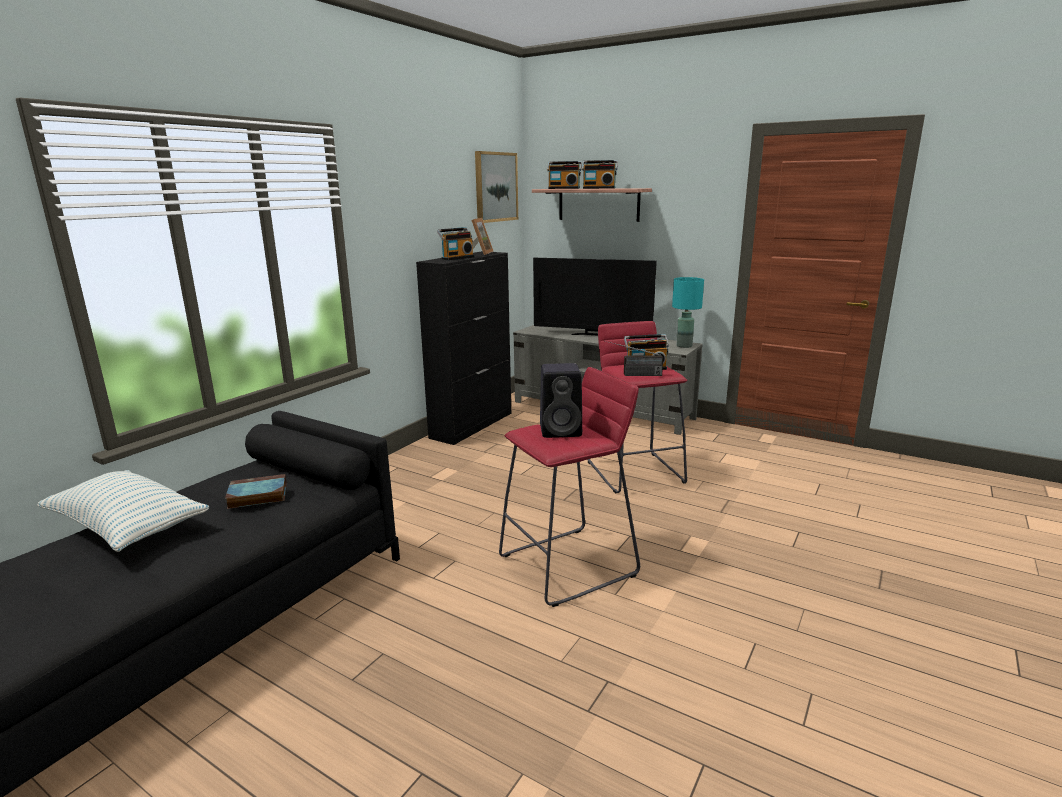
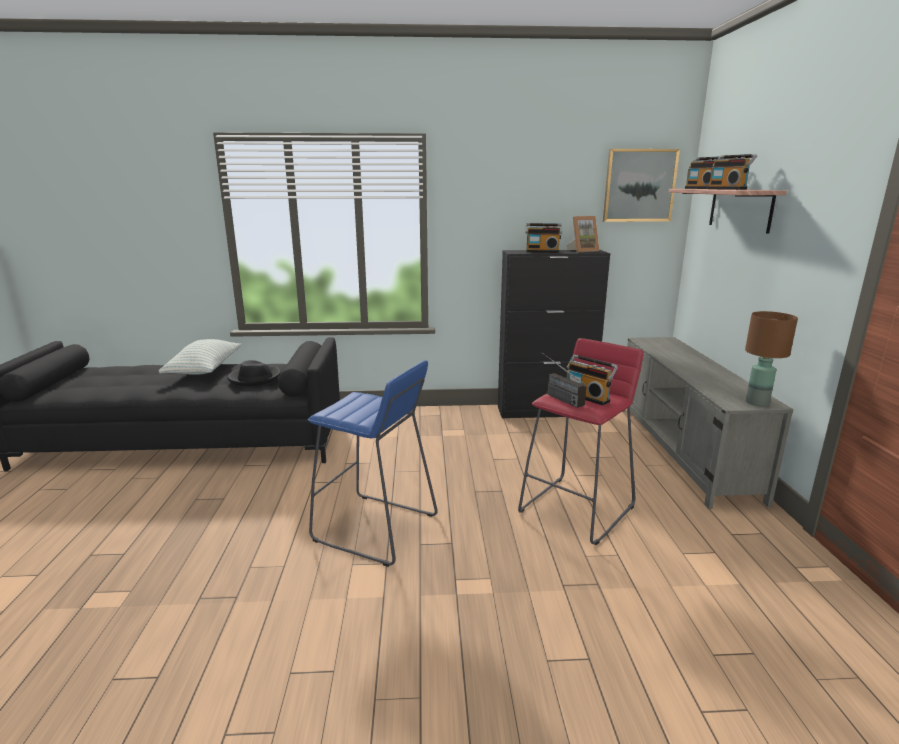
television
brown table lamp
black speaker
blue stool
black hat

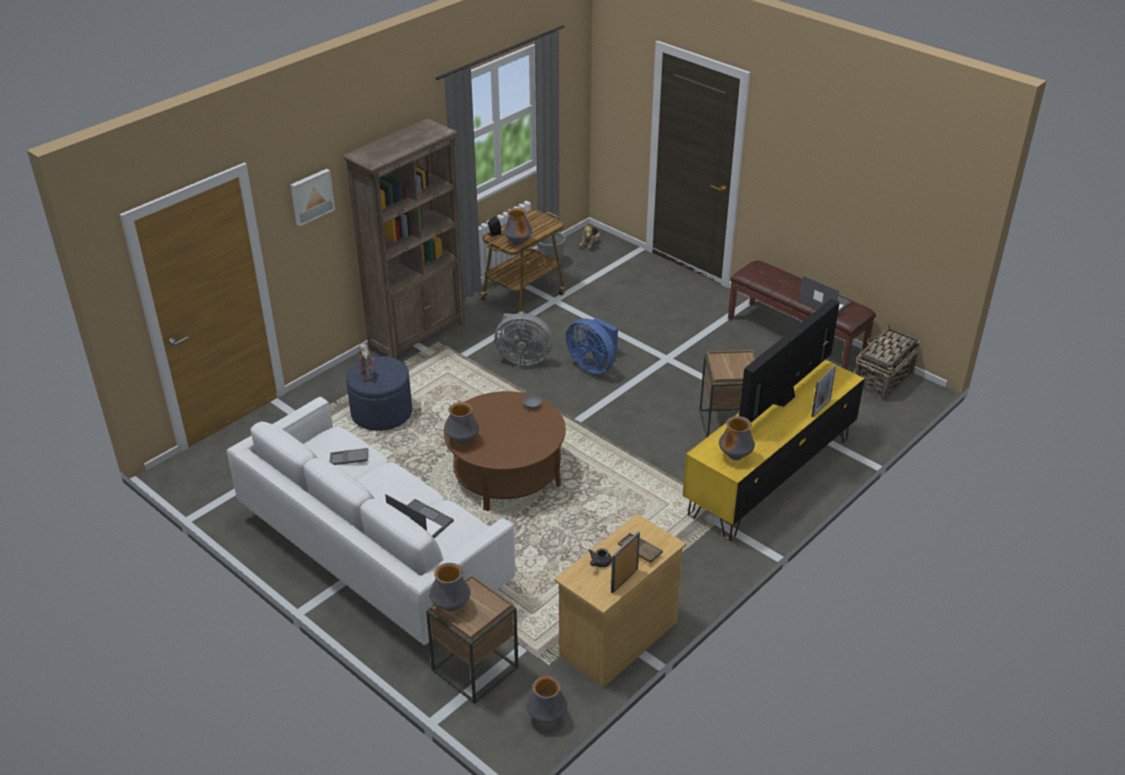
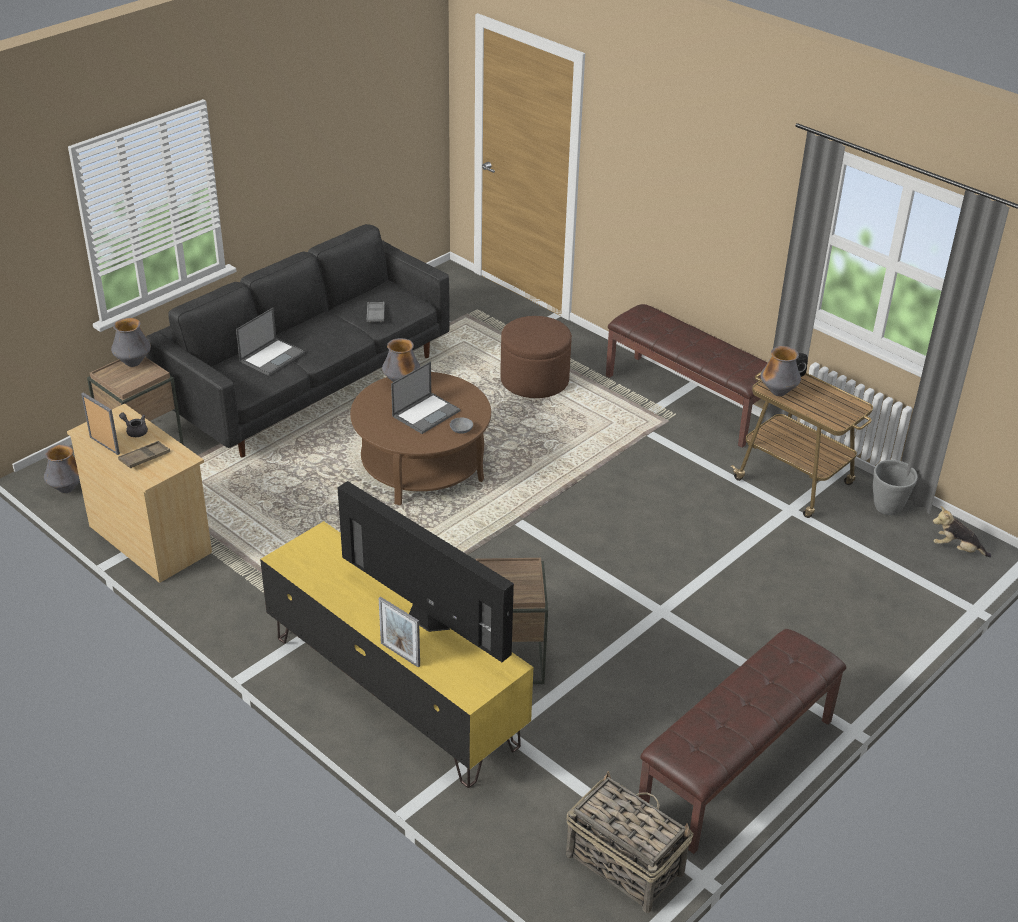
brown bench (no. 1 from left)
picture
laptop (no. 2 from left)
grey fan
blue fan
plush toy (no. 1 from left in the first image)
brown ottoman
black sofa
vase (no. 5 from left in the first image)

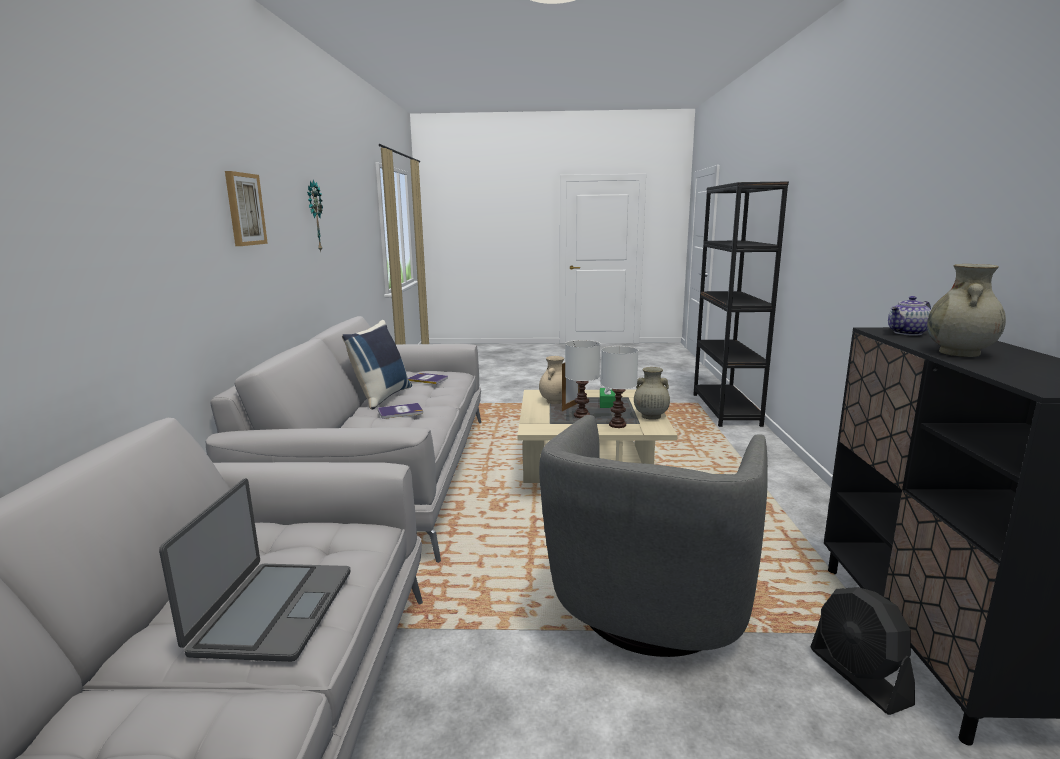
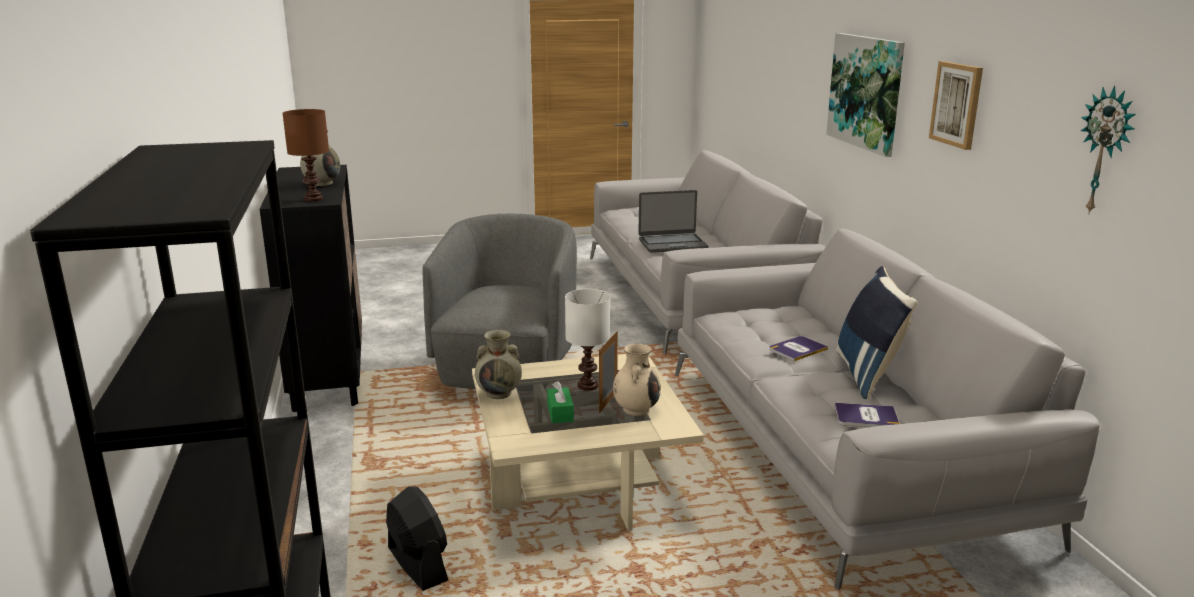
brown table lamp
white table lamp (no. 2 from left in the first image)
laptop
black fan
picture (no. 1 from left)

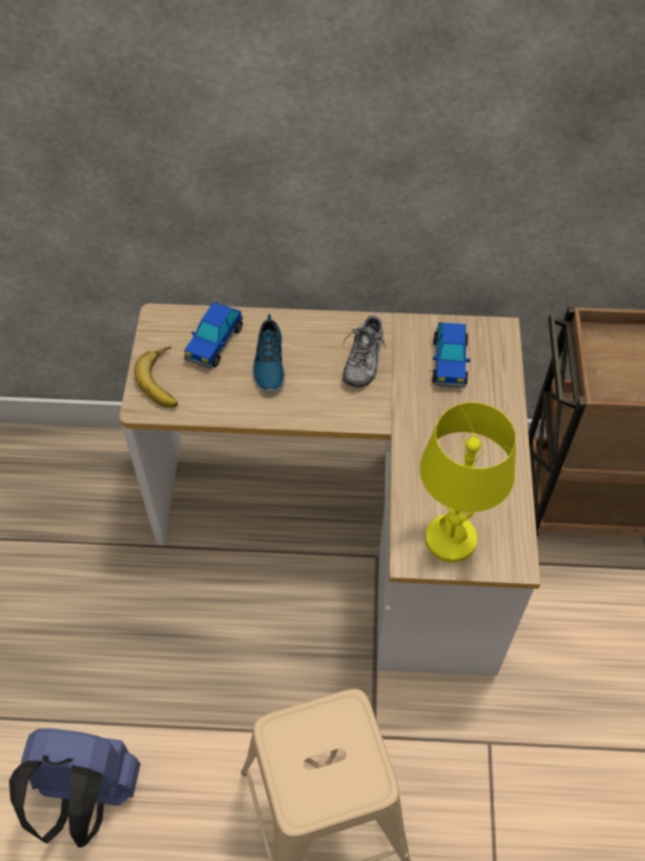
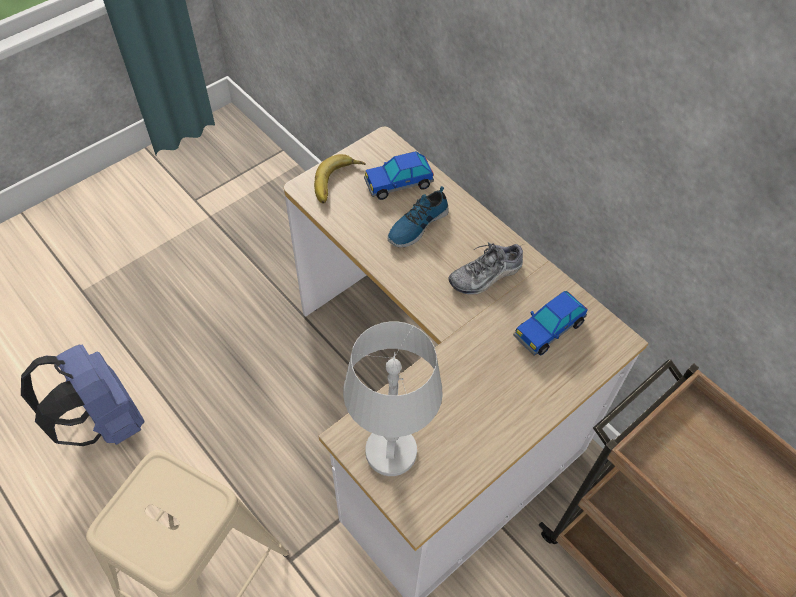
white table lamp

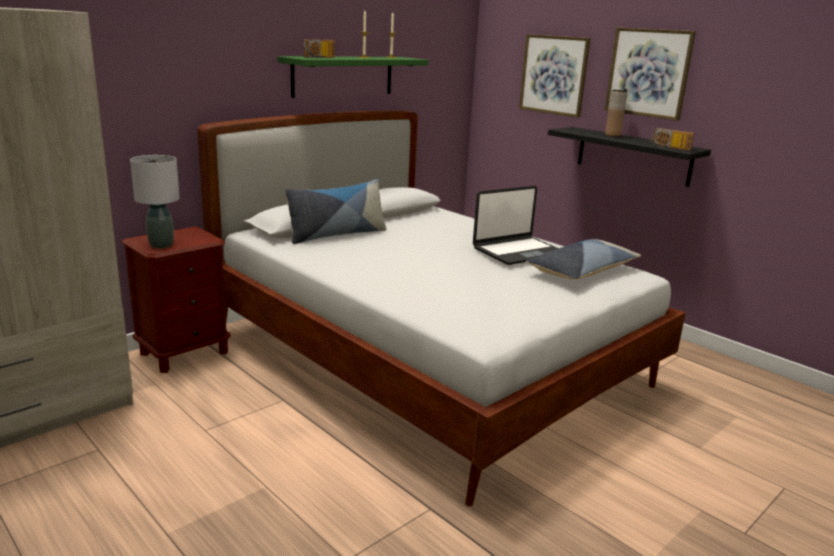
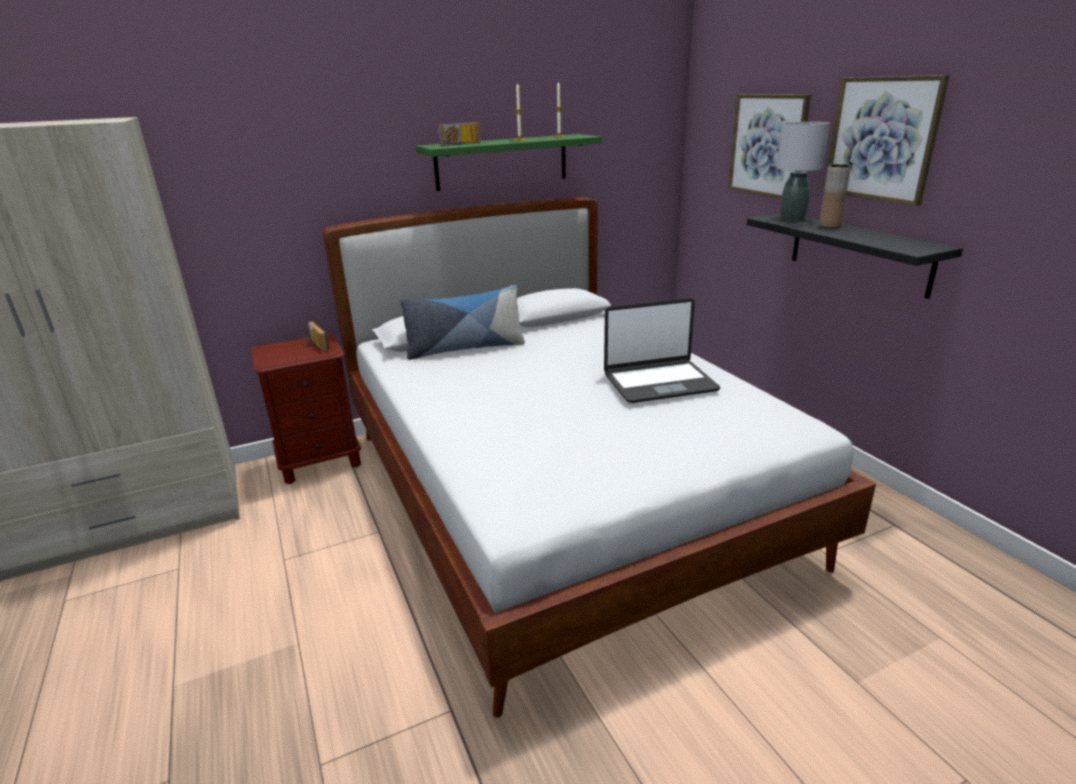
radio (no. 1 from left)
grey table lamp
pillow (no. 2 from left in the first image)

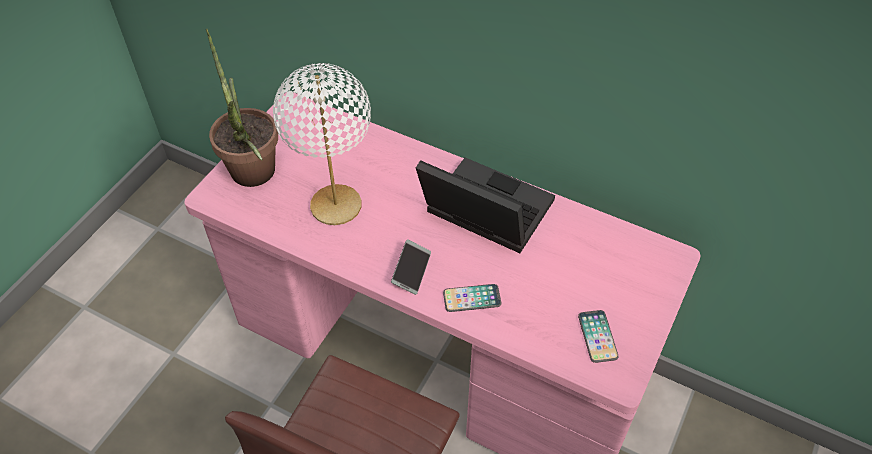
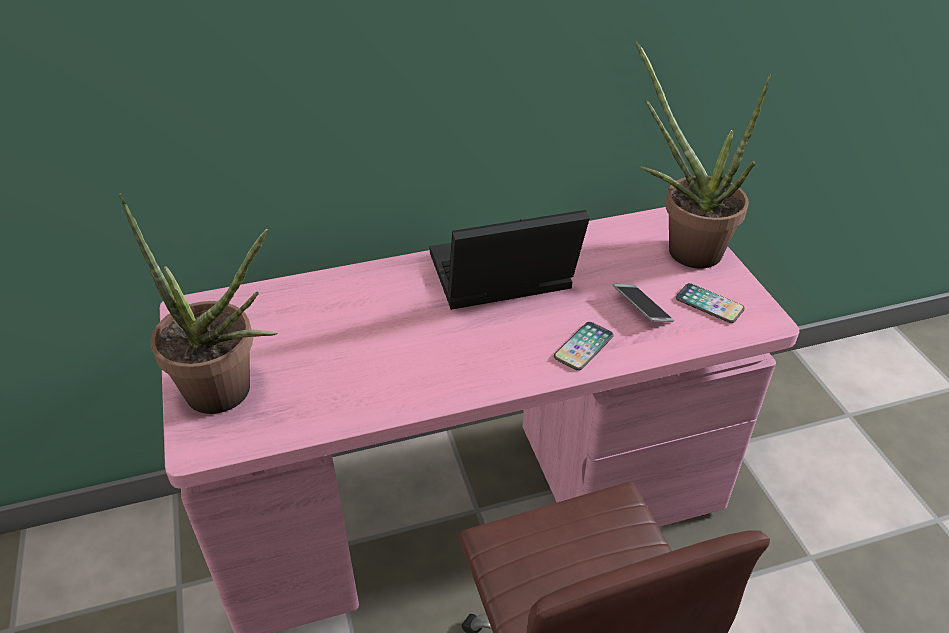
white table lamp
phone (no. 2 from left)
potted plant (no. 2 from left)

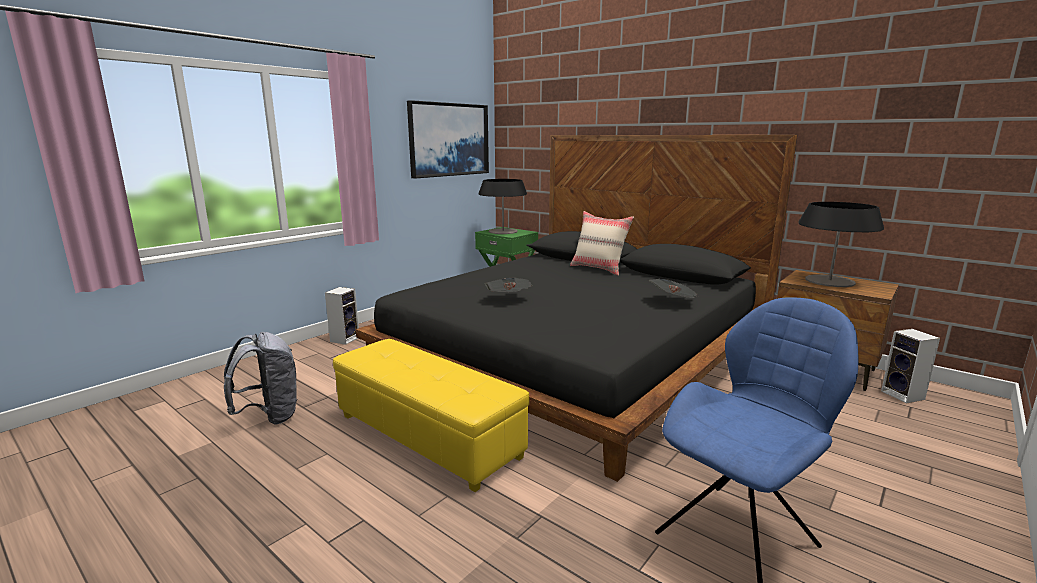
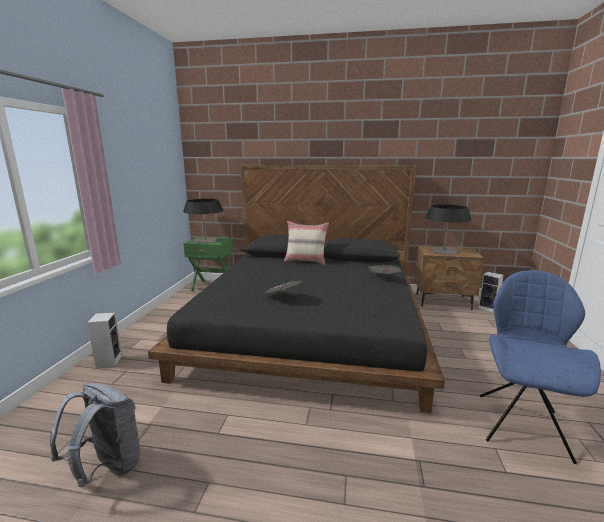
picture
yellow ottoman

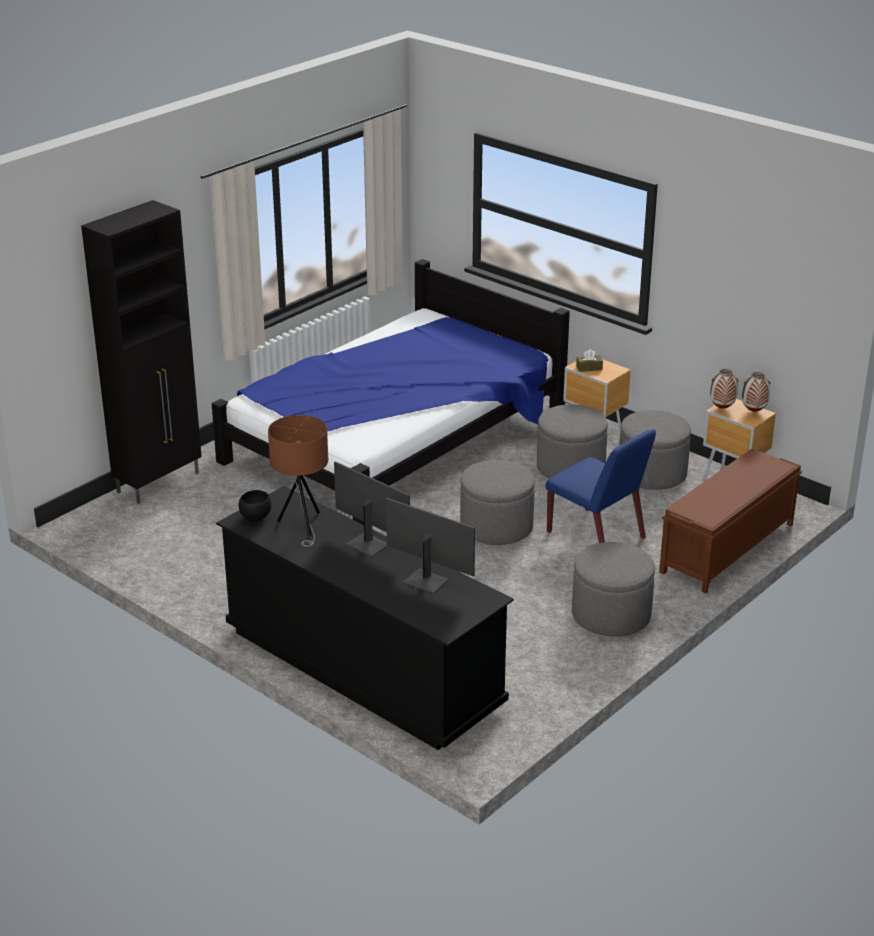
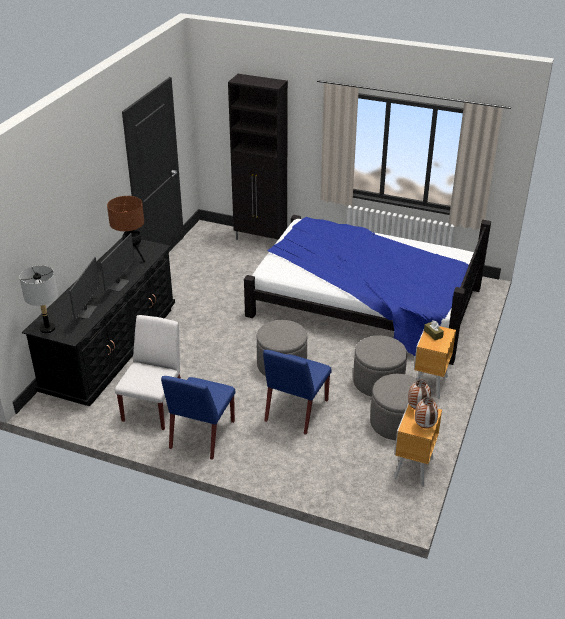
brown bench
blue chair (no. 1 from left)
grey table lamp
white chair

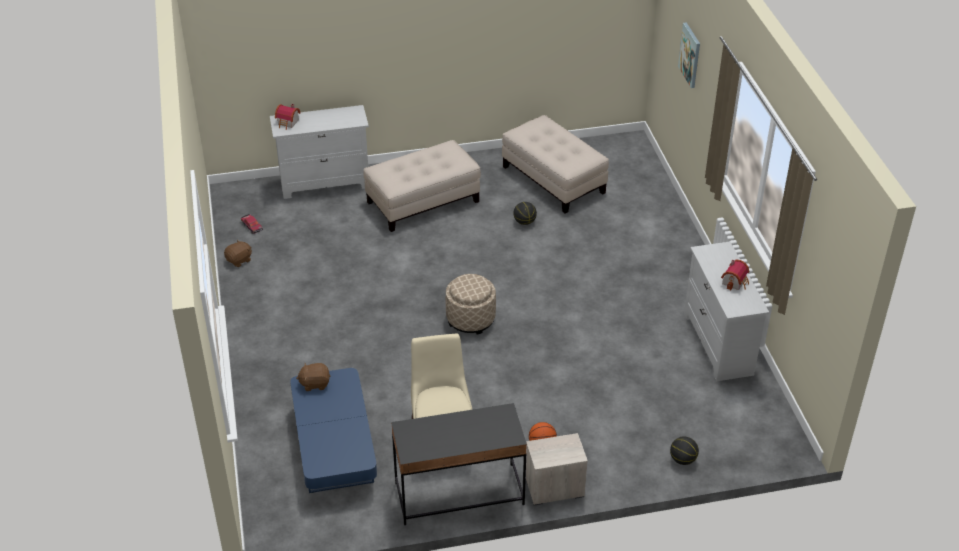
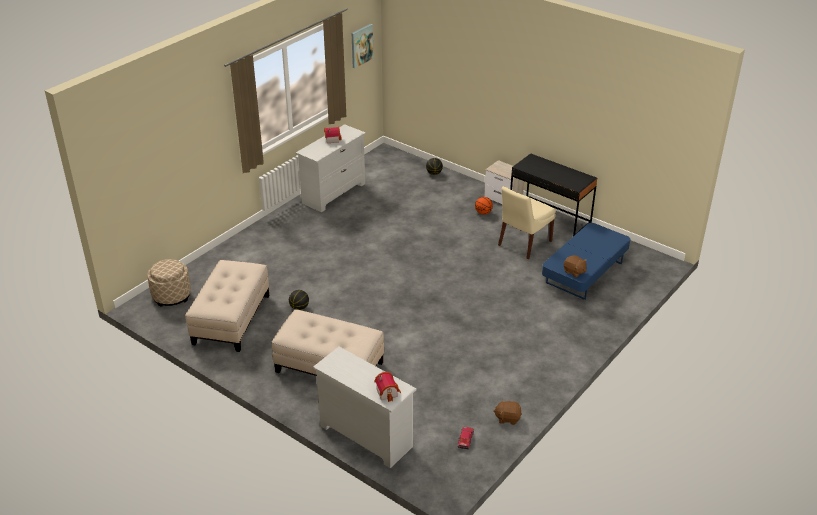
picture
beige ottoman (no. 1 from left)

